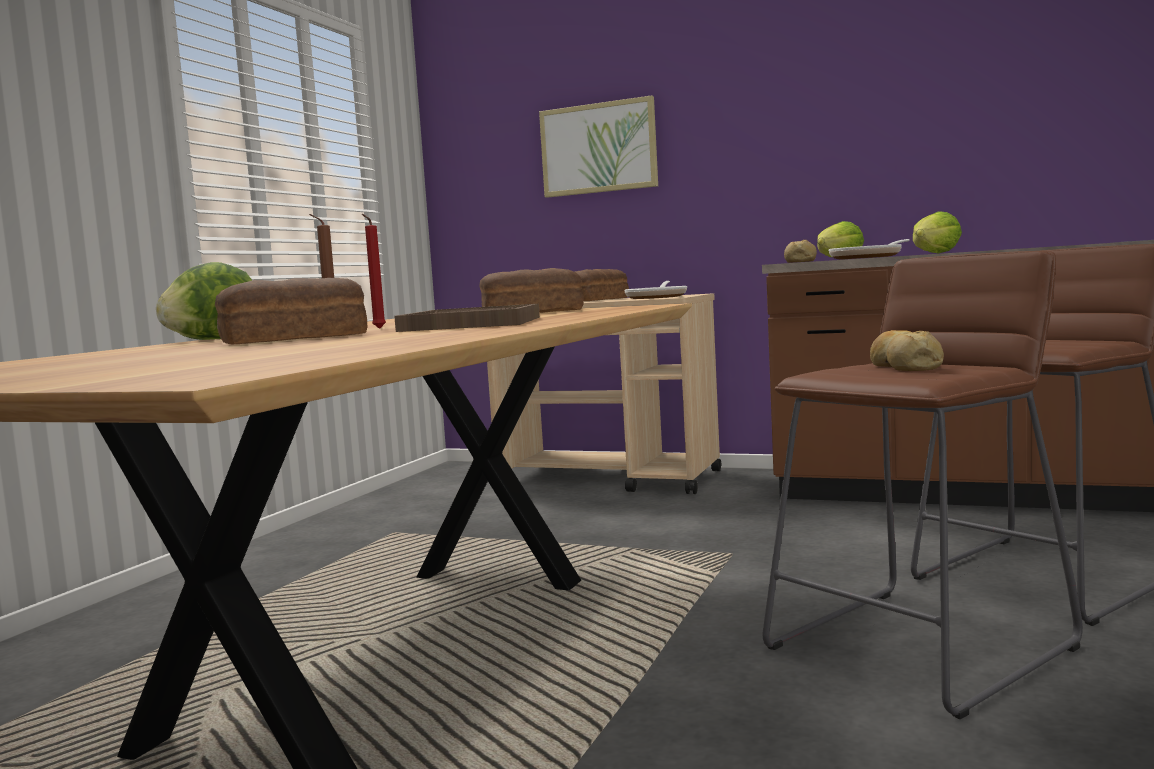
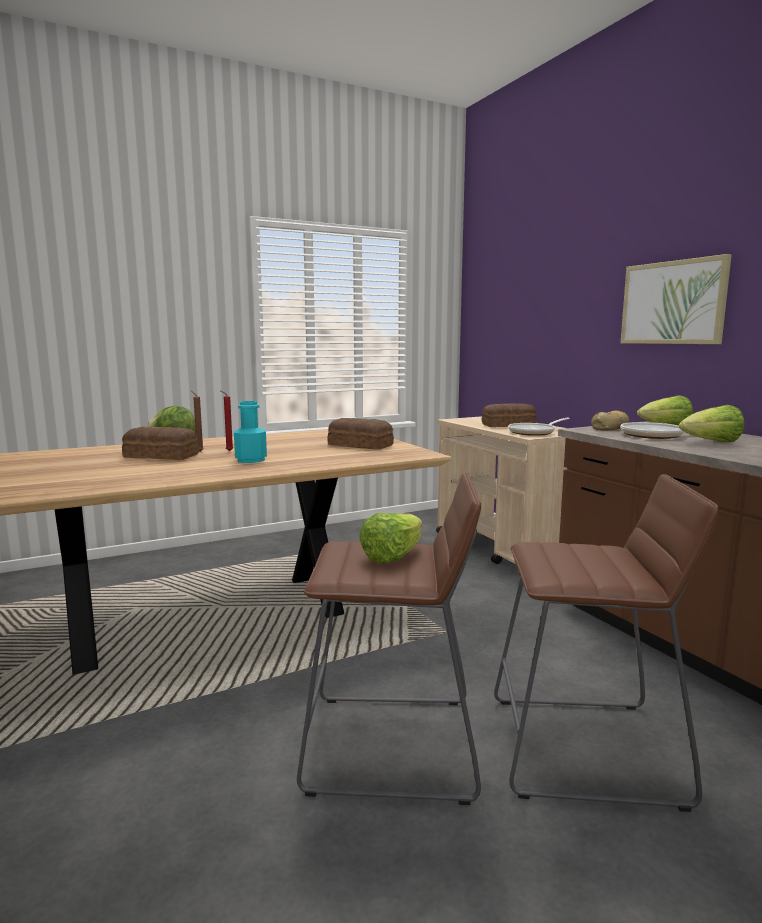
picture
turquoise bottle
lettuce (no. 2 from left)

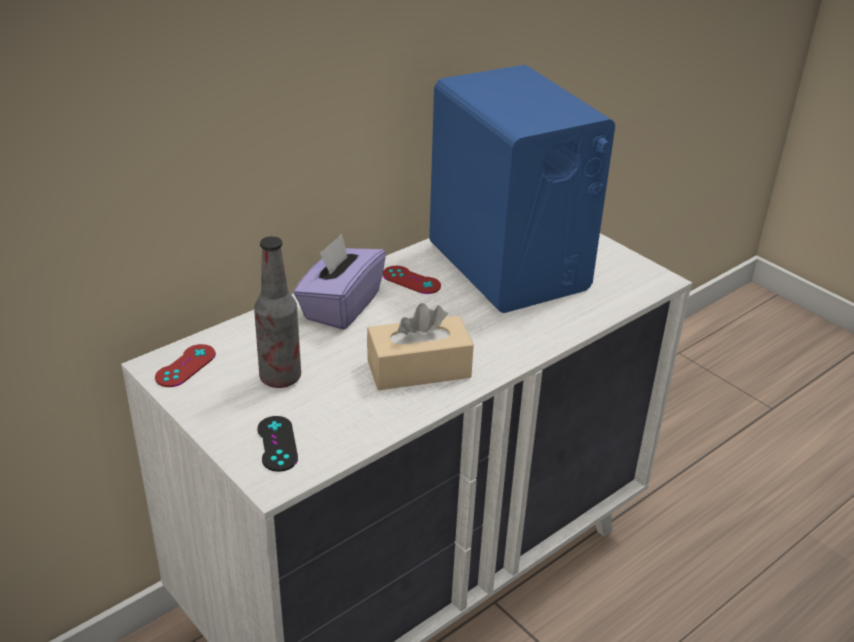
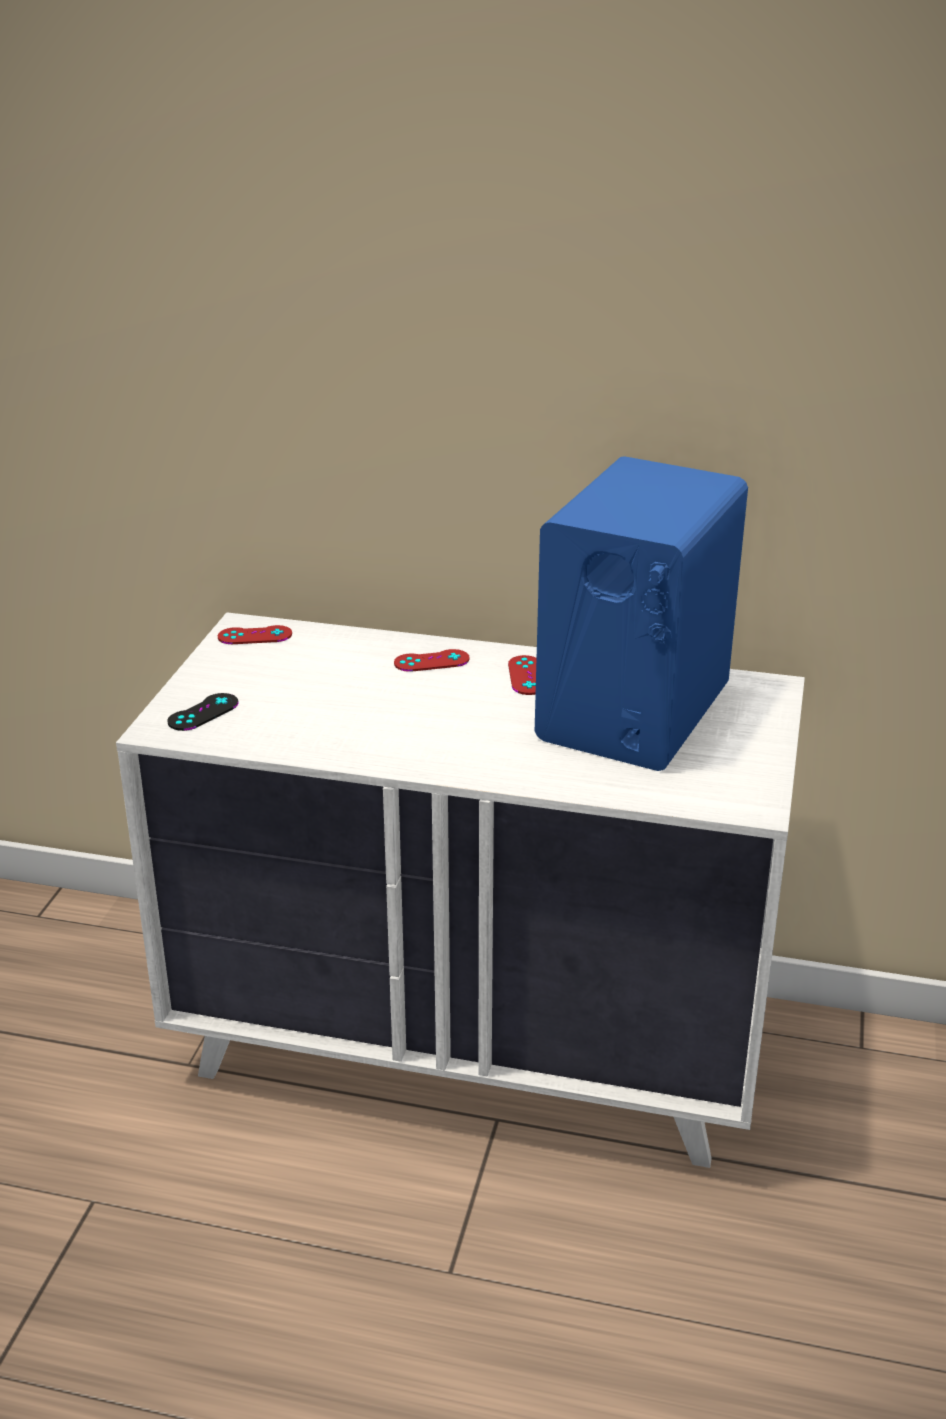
red game controller (no. 2 from left)
bottle
beige tissue box

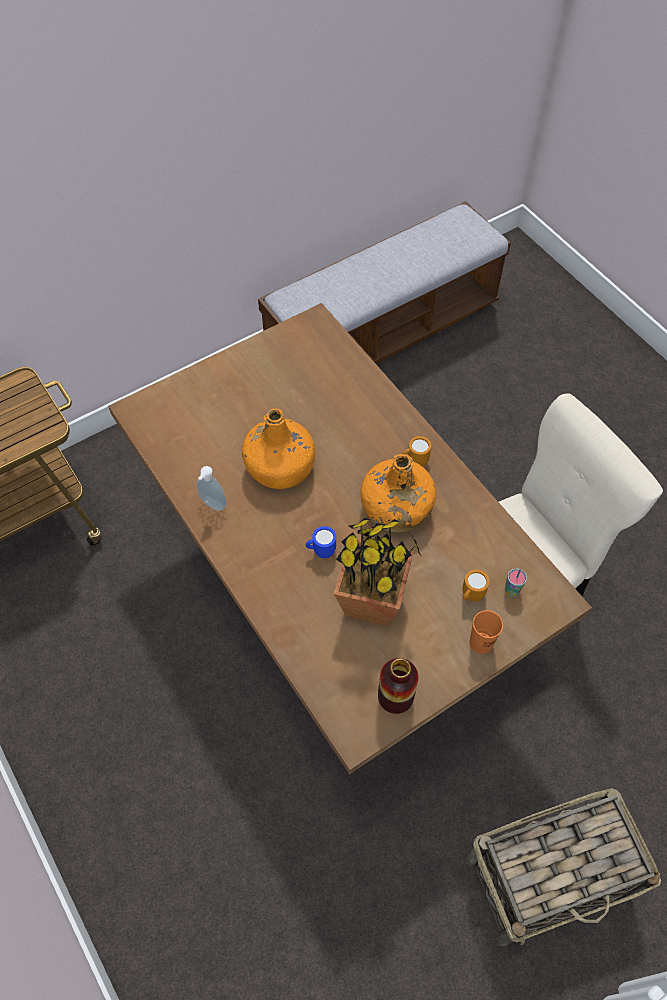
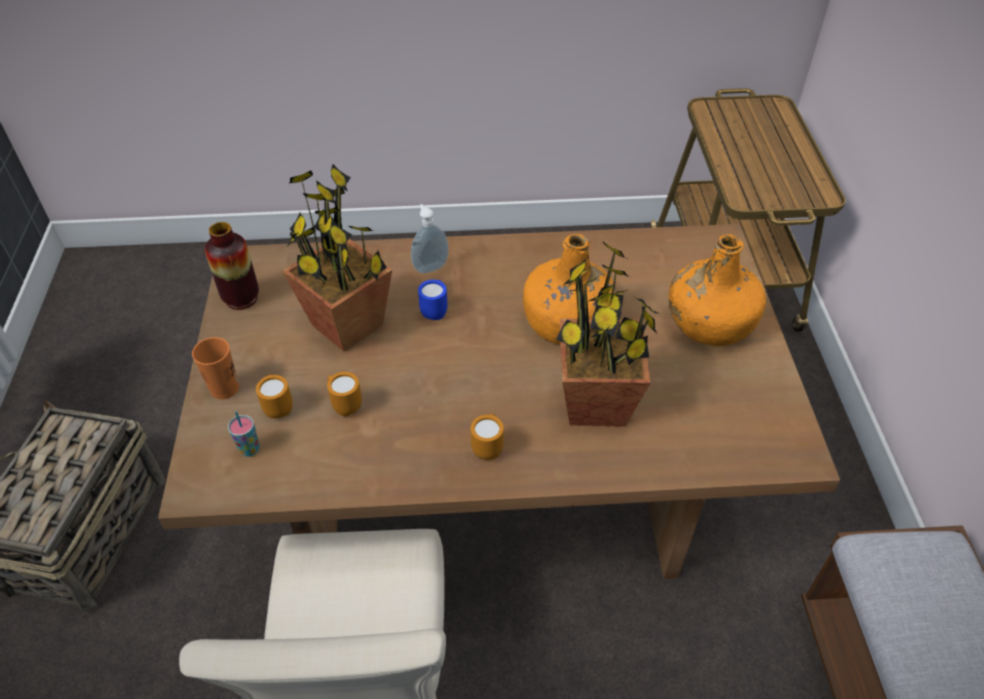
orange bottle (no. 2 from left)
soap dispenser
potted plant (no. 2 from left)
orange mug (no. 2 from left)

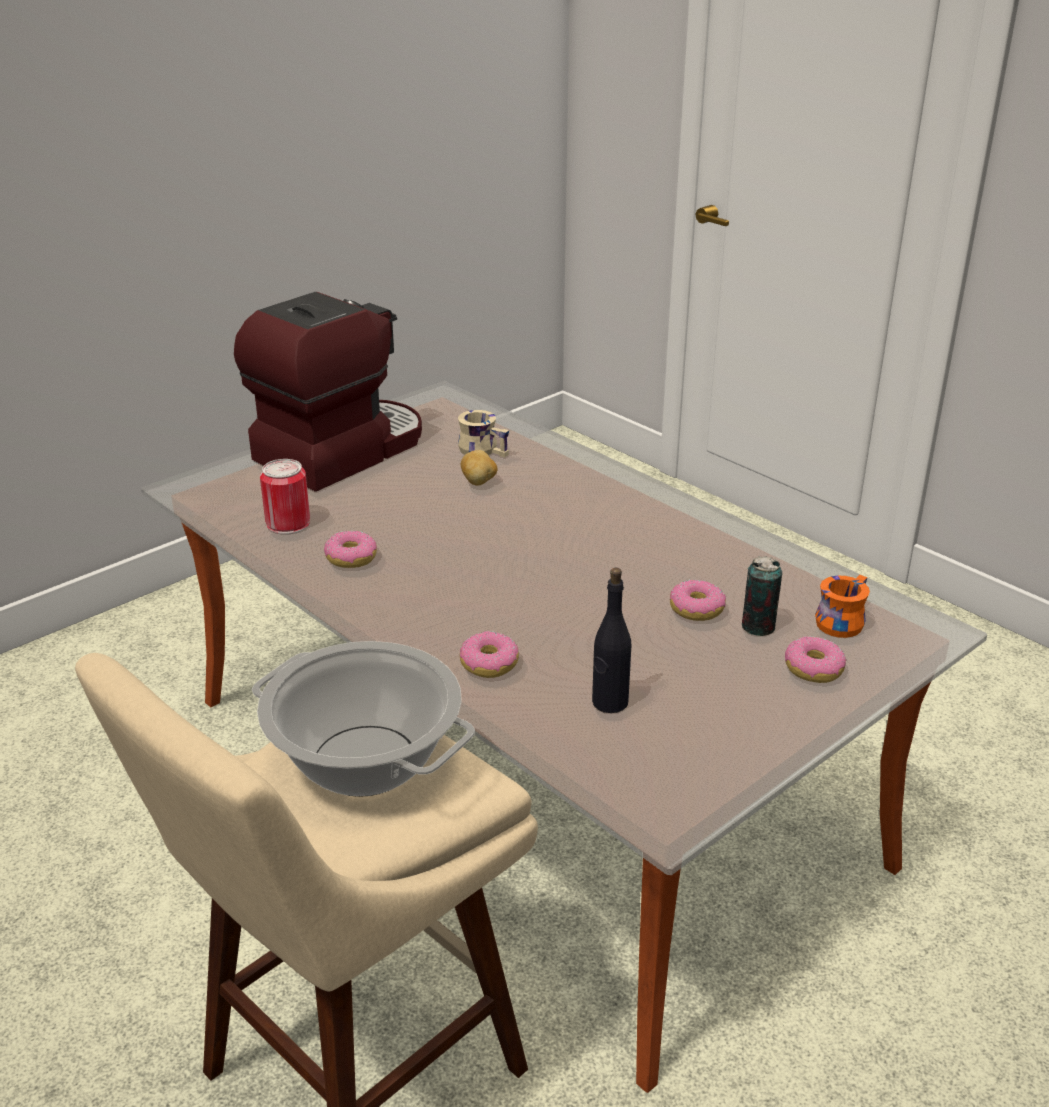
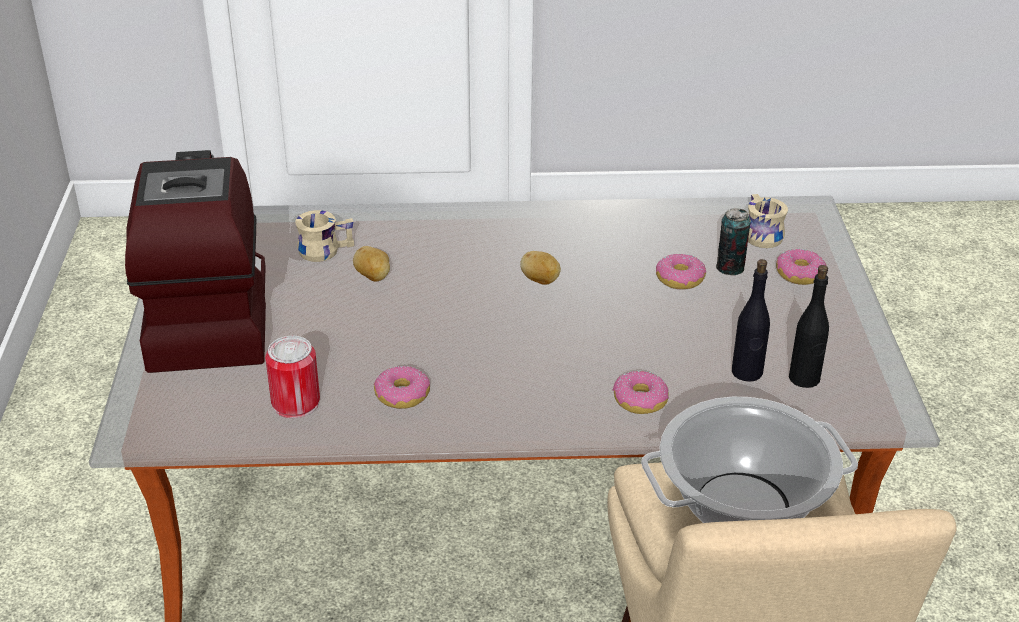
beige mug (no. 2 from left)
potato (no. 2 from left)
black bottle (no. 2 from left)

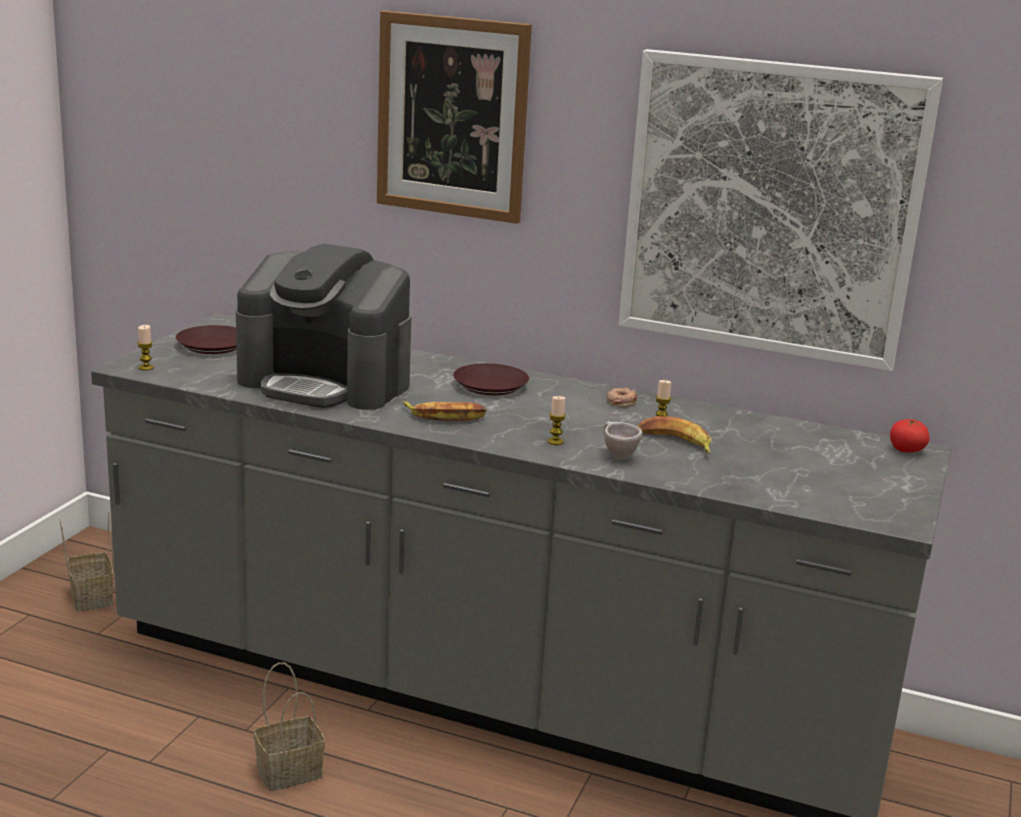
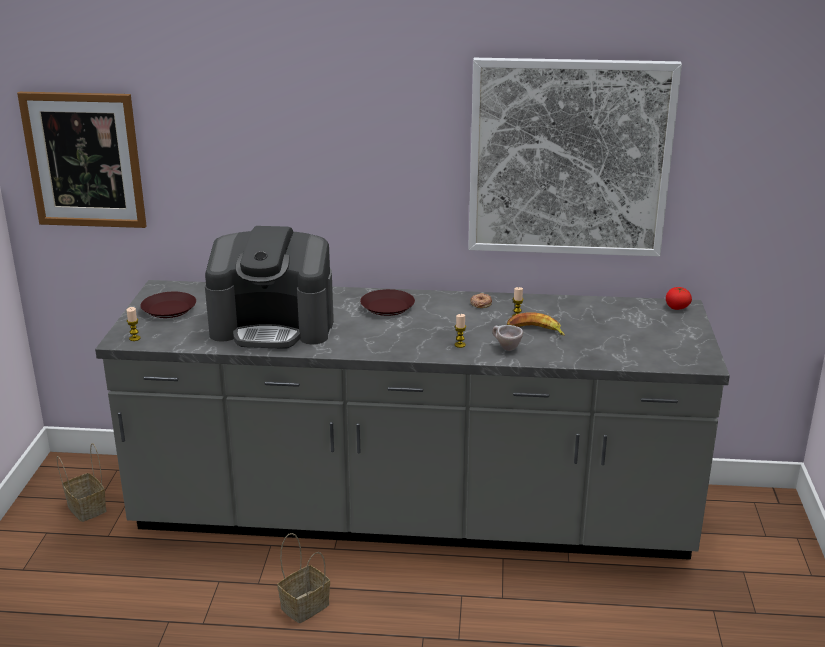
picture (no. 1 from left)
banana (no. 1 from left in the first image)

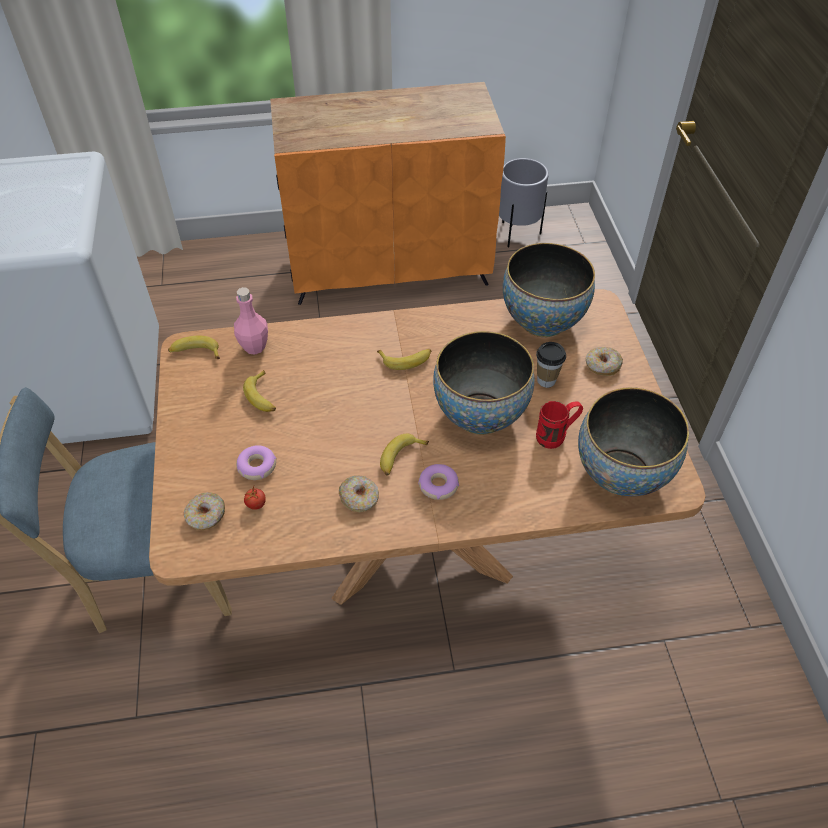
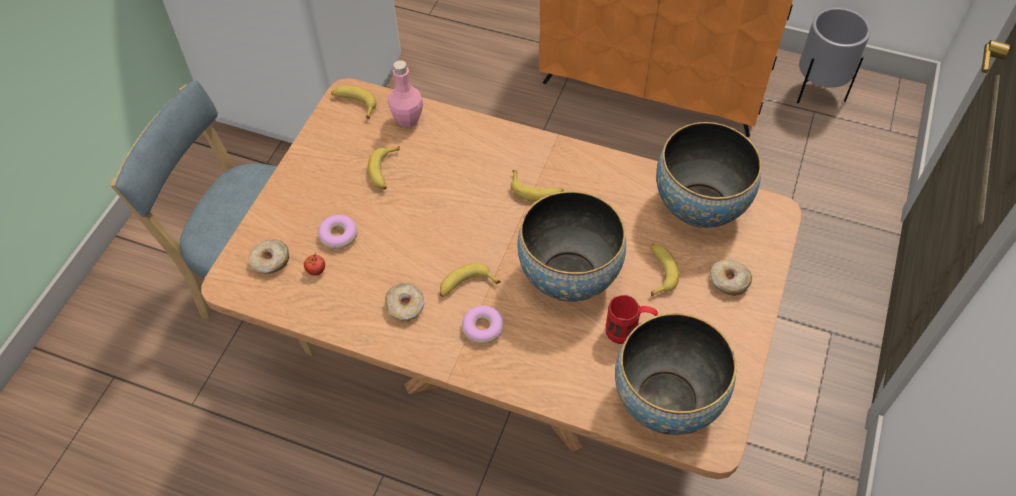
banana (no. 5 from left)

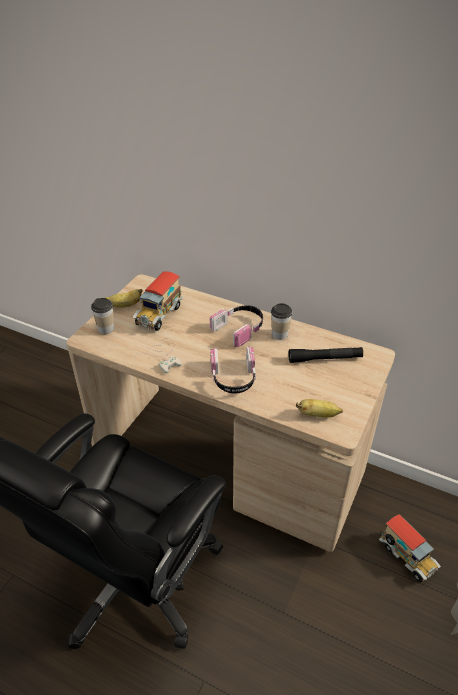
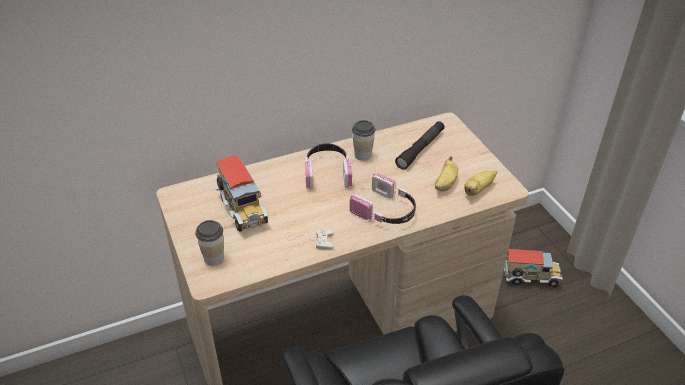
banana (no. 1 from left)

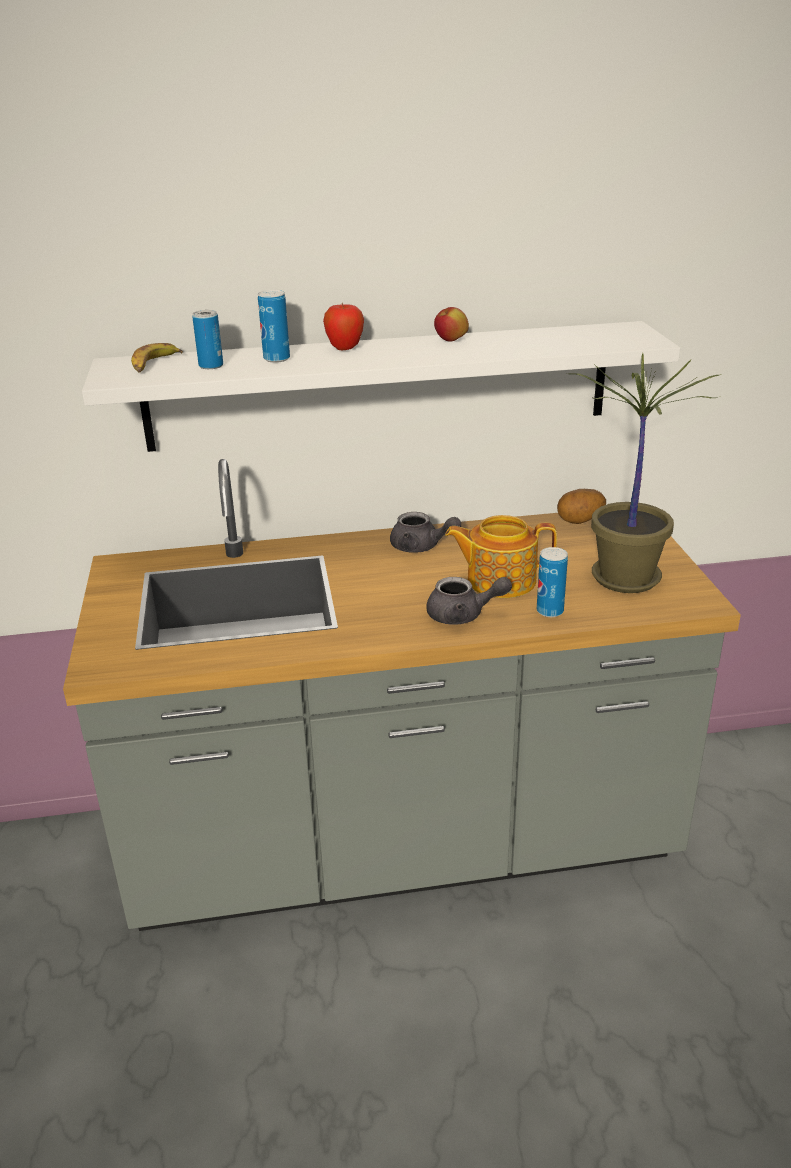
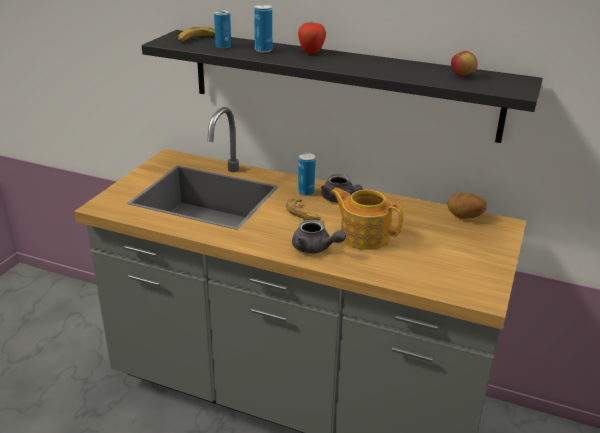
apple (no. 2 from left)
black shelf
potted plant
can (no. 3 from left)
banana (no. 2 from left)

